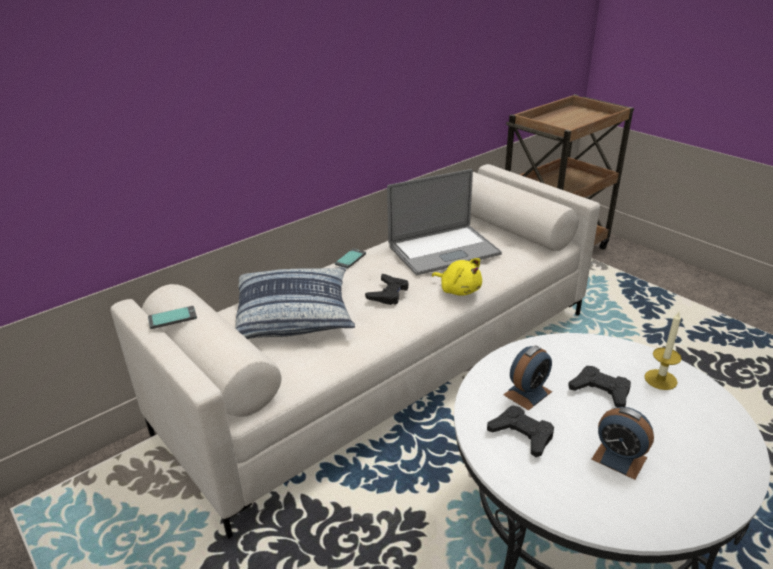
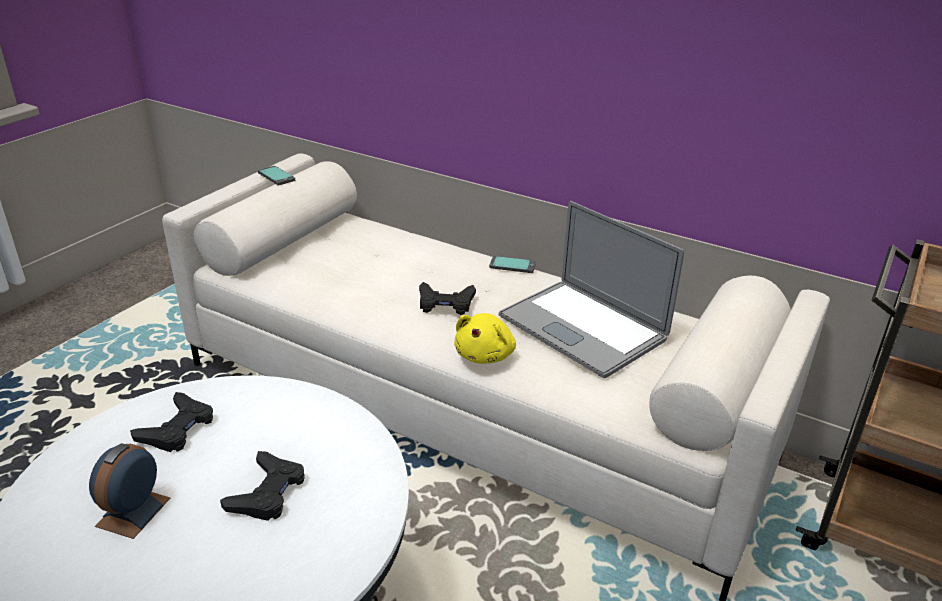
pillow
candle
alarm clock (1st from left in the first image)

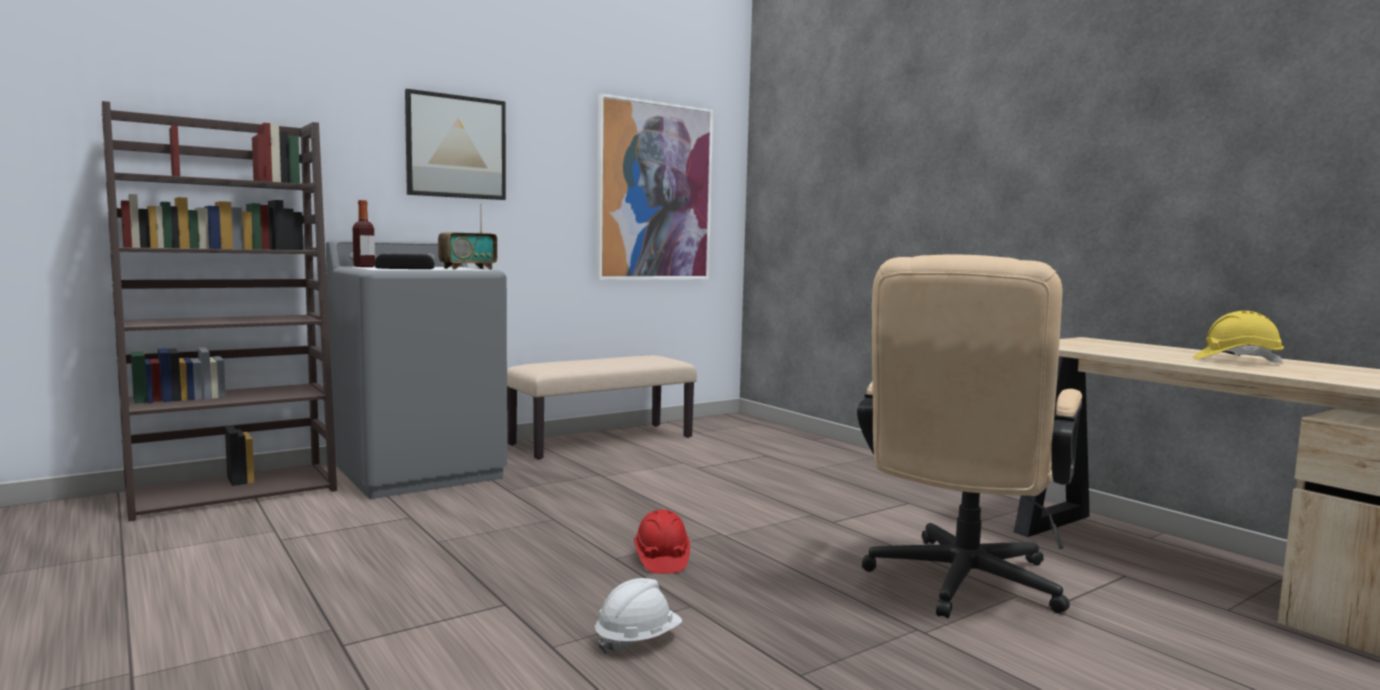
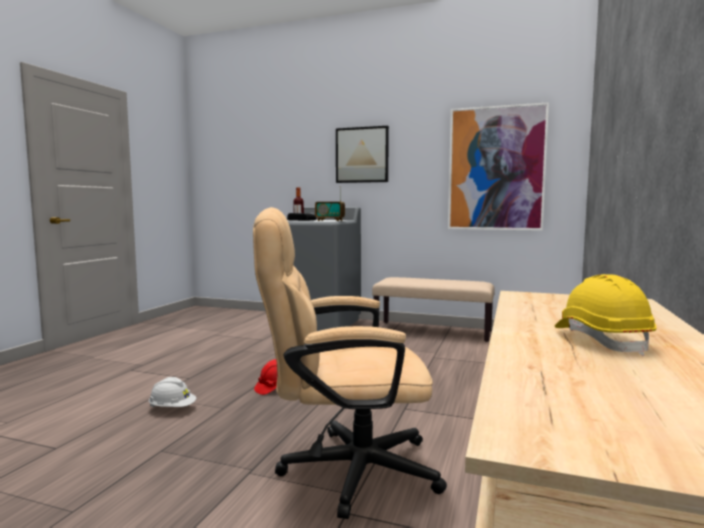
brown bookcase

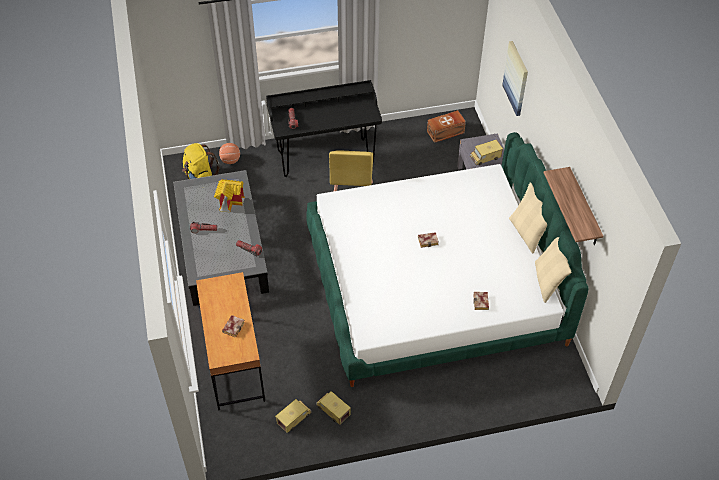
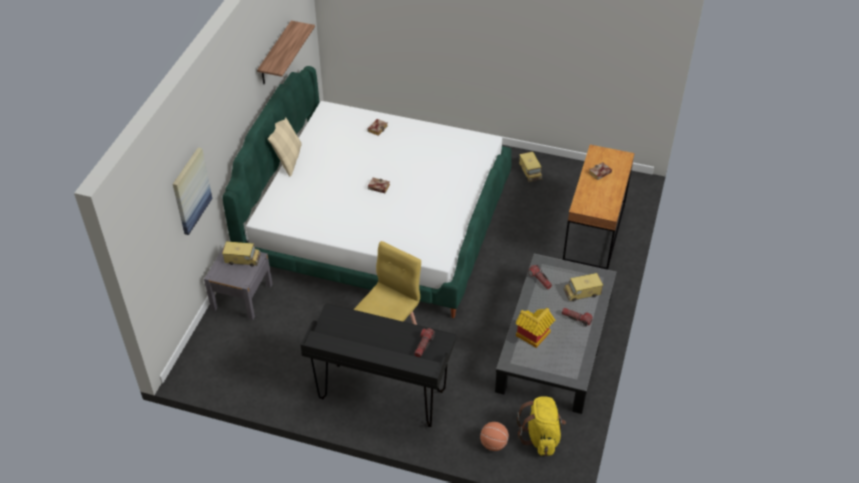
brown storage box
beige pillow (2nd from left in the first image)
toy truck (3rd from left)

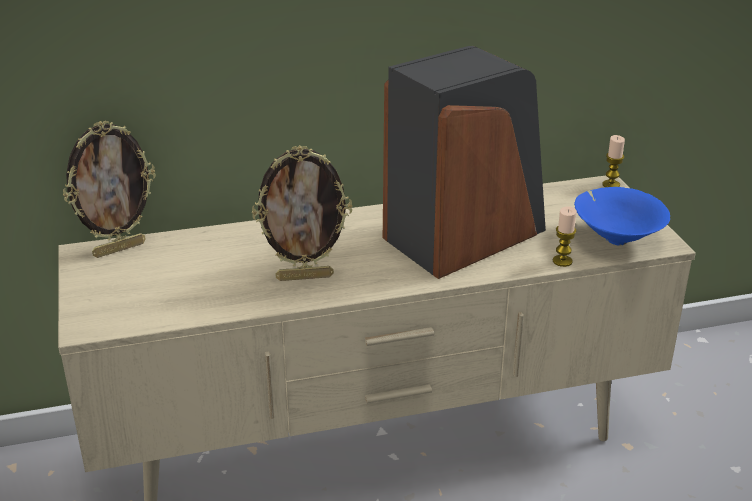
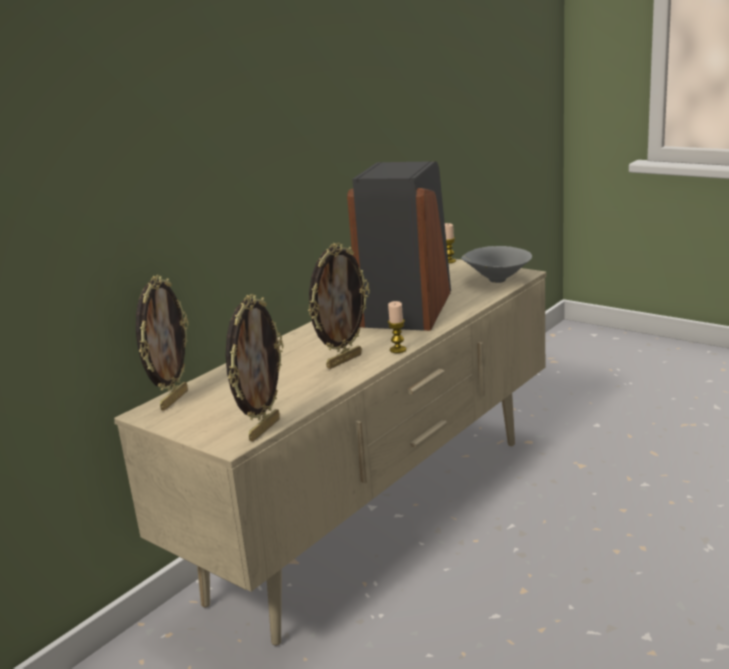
grey bowl
candle (1st from left)
picture frame (2nd from left)

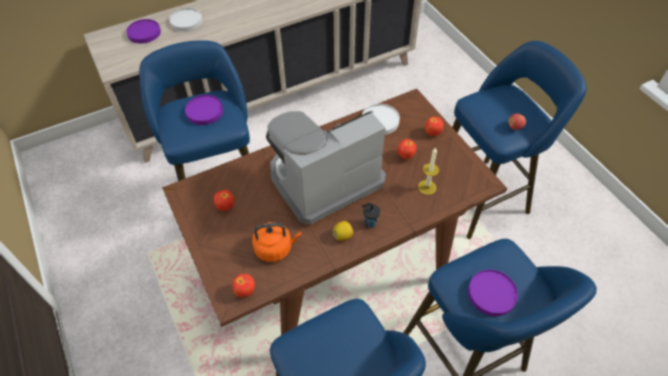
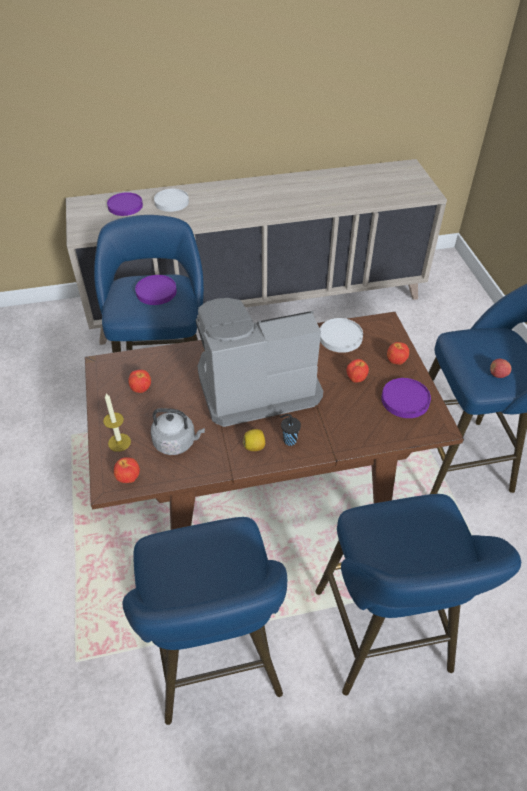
candle
grey kettle
purple plate (3rd from left)

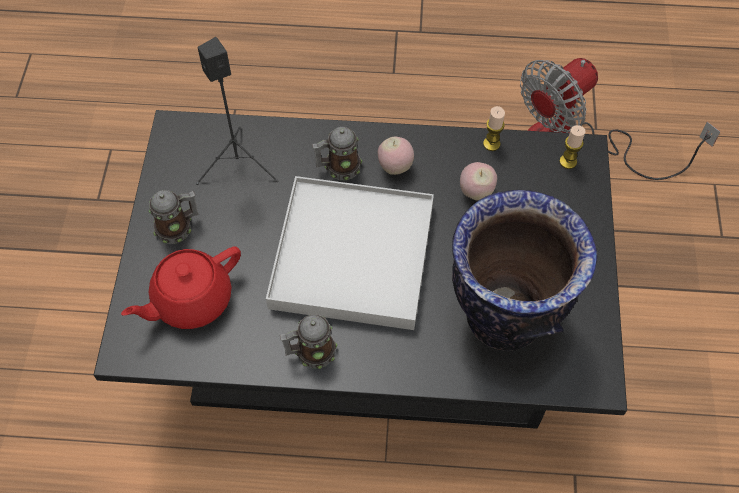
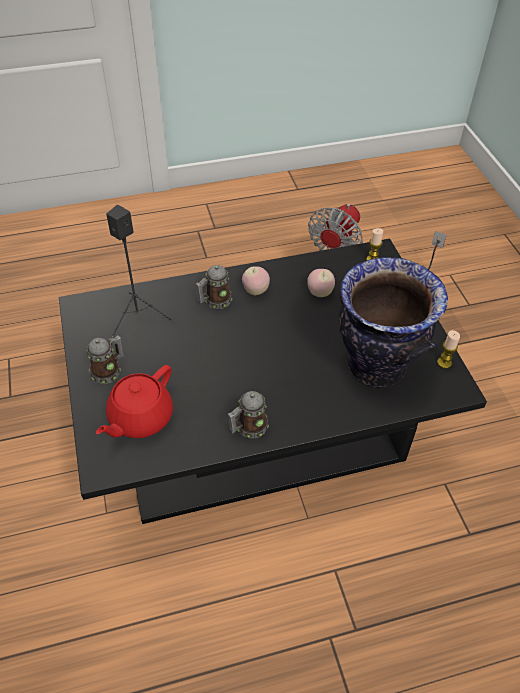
candle (2nd from left)
white tray

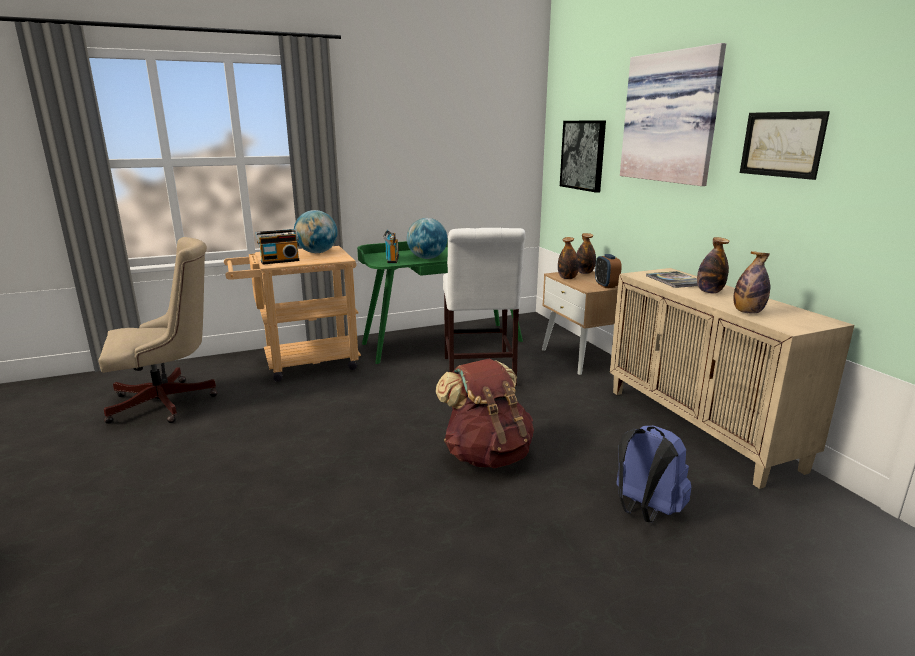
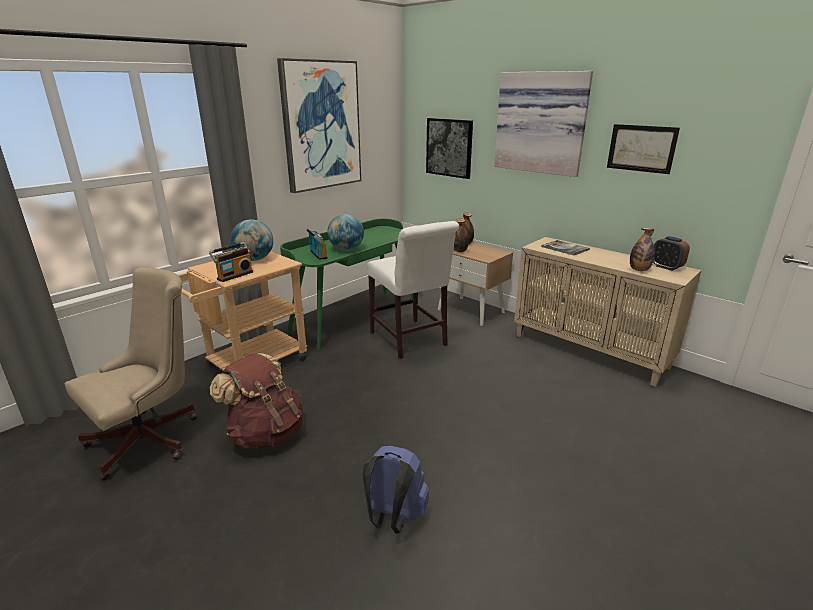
bottle (3rd from left in the first image)
alarm clock
brown backpack
blue backpack
picture (1st from left)

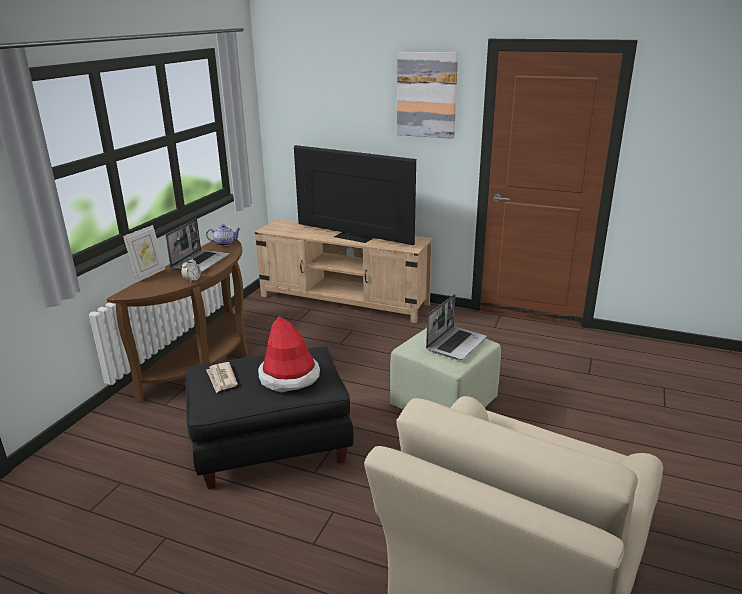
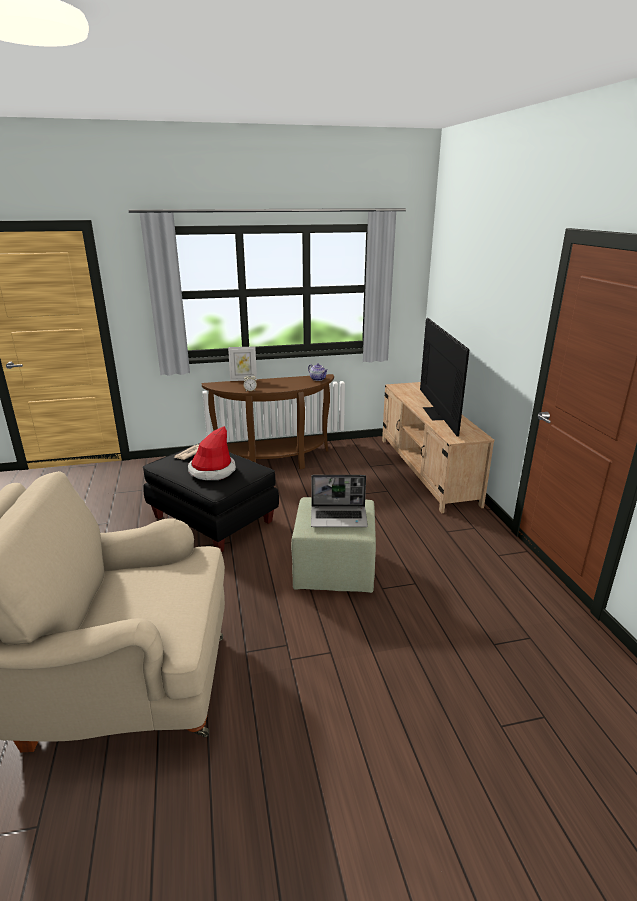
picture
laptop (1st from left in the first image)

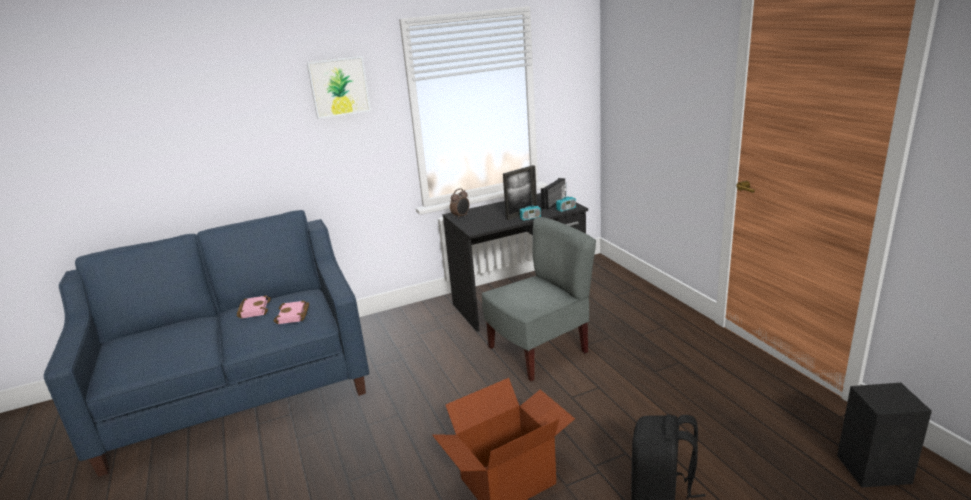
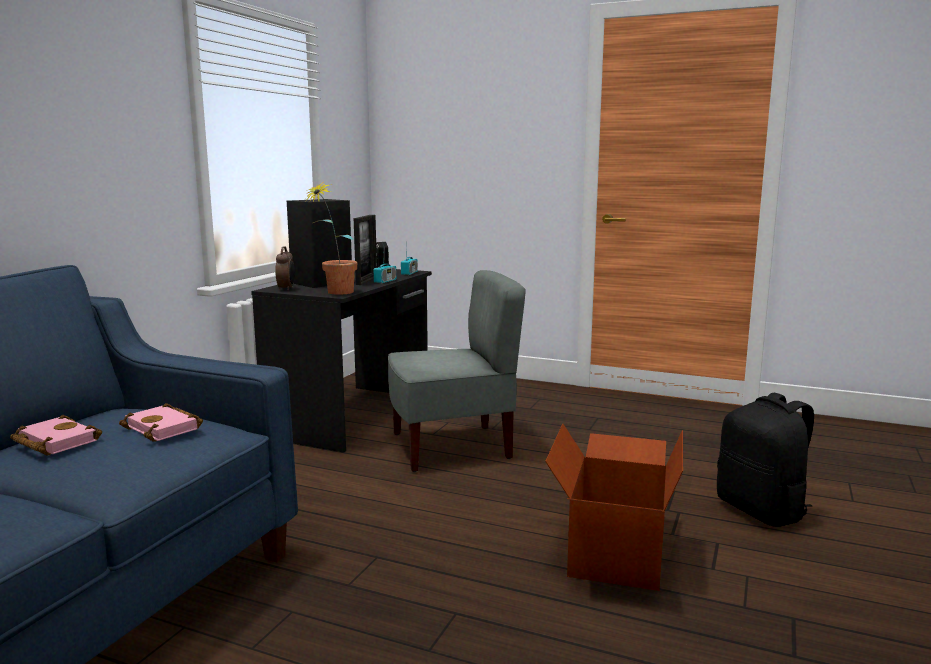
picture
grey chair
black speaker
potted plant

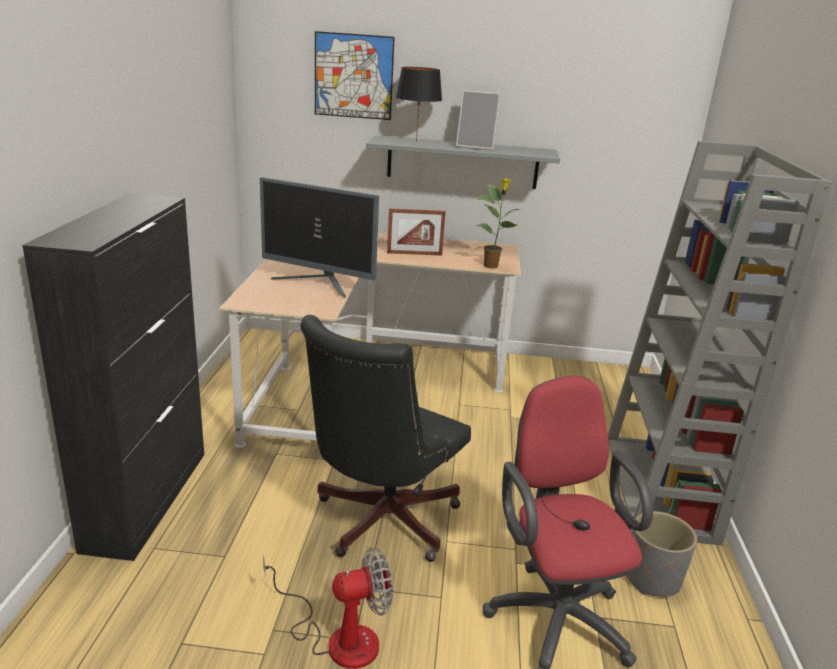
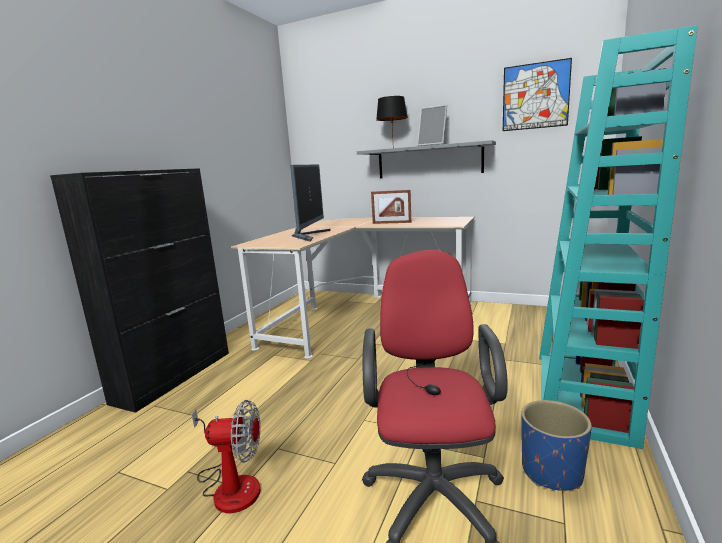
picture
turquoise bookcase
monitor
potted plant
black office chair
blue planter

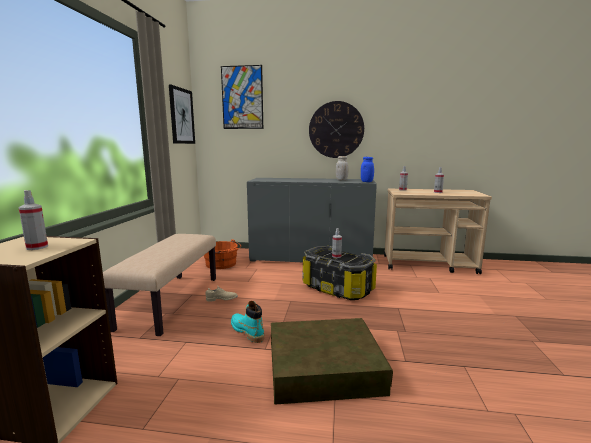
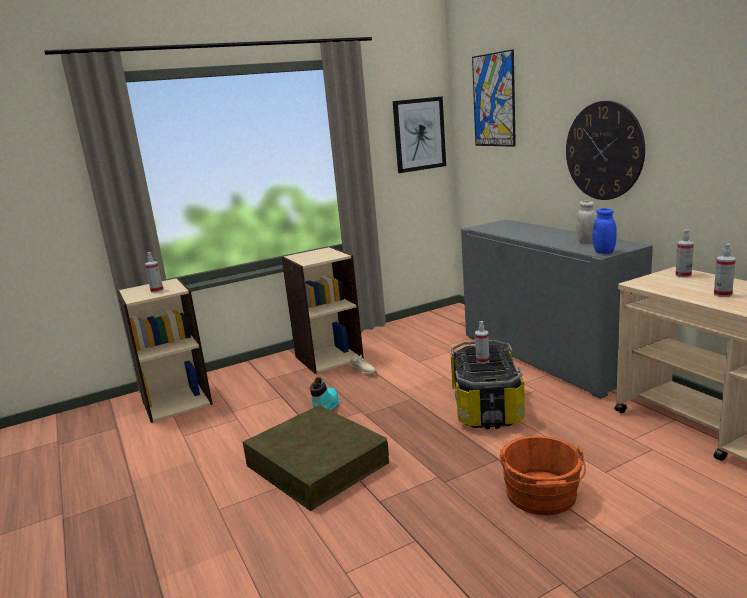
beige bookcase (2nd from left)
orange bucket

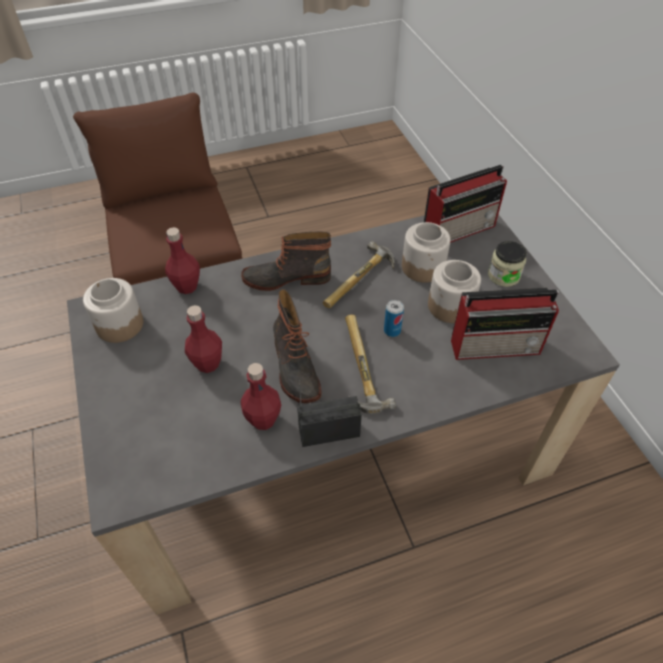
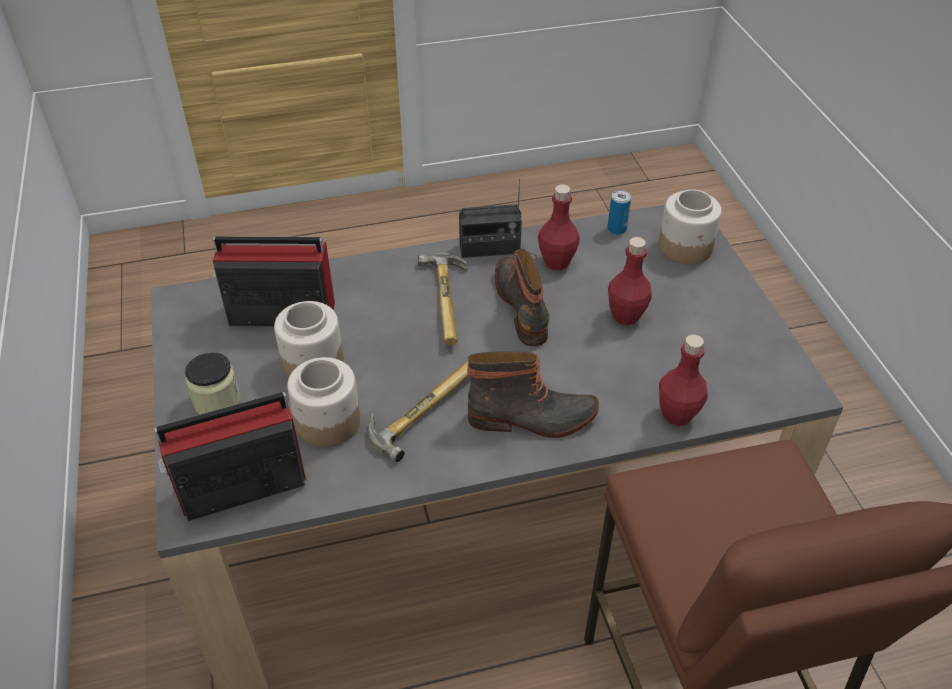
jar (4th from left)
can

